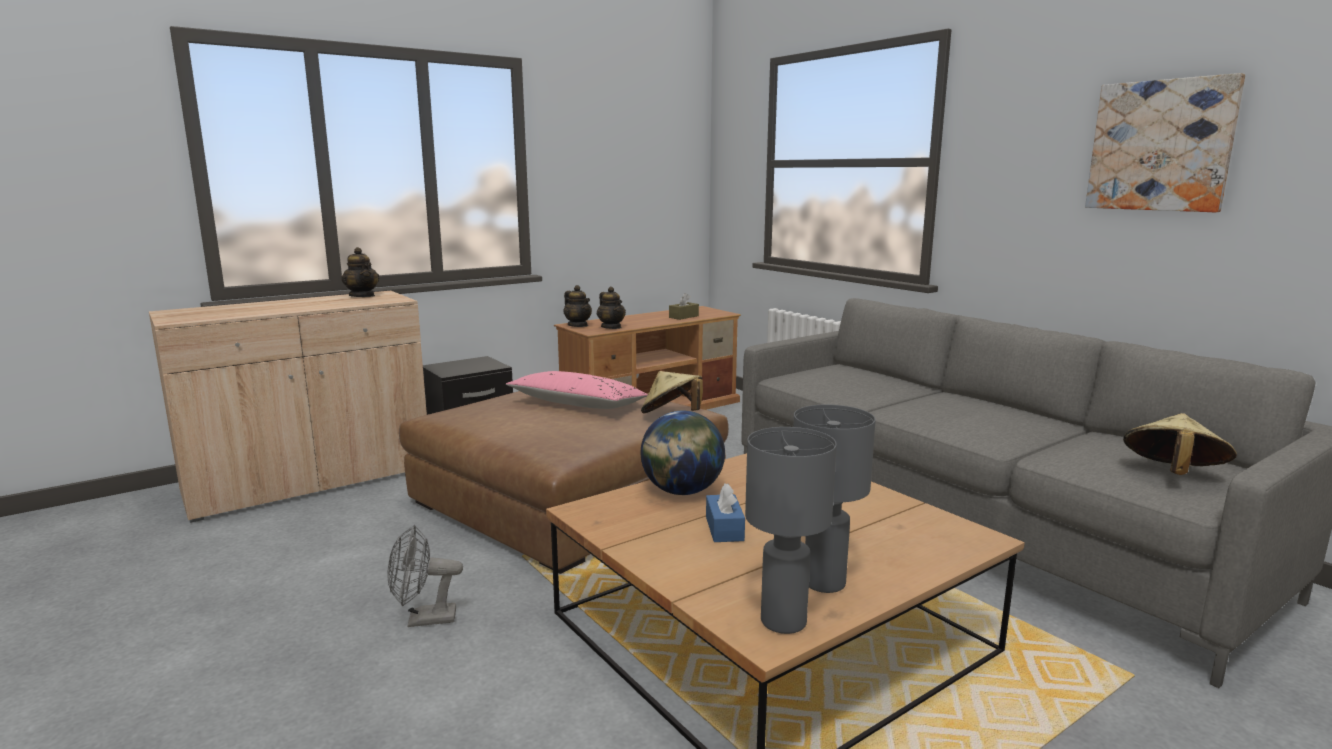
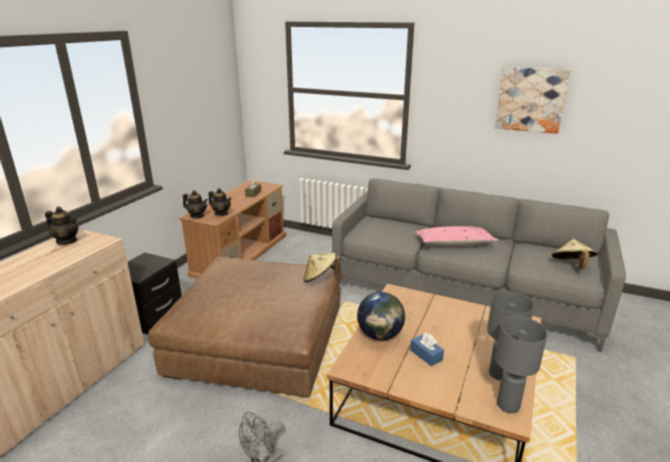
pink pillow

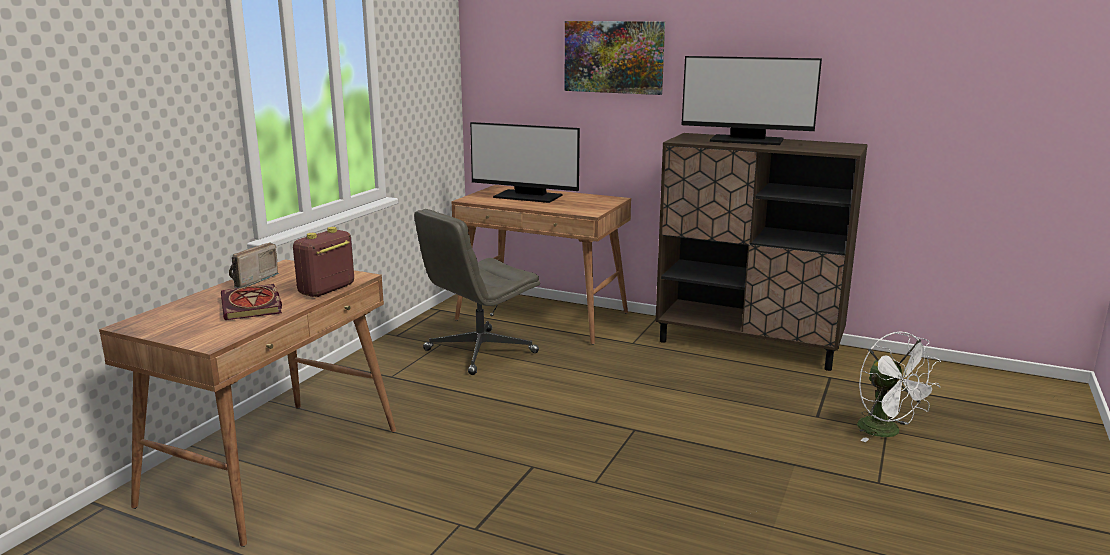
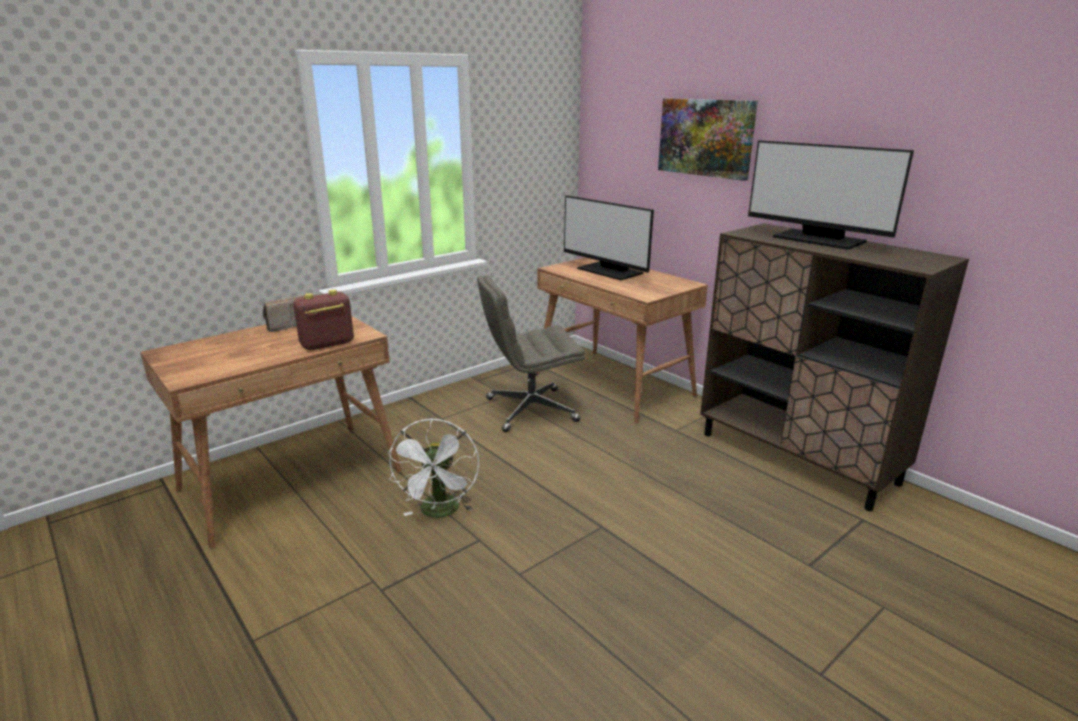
book
white fan

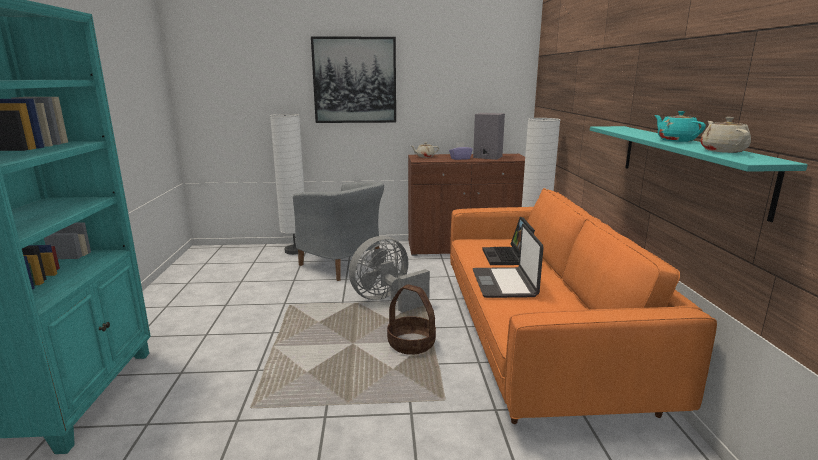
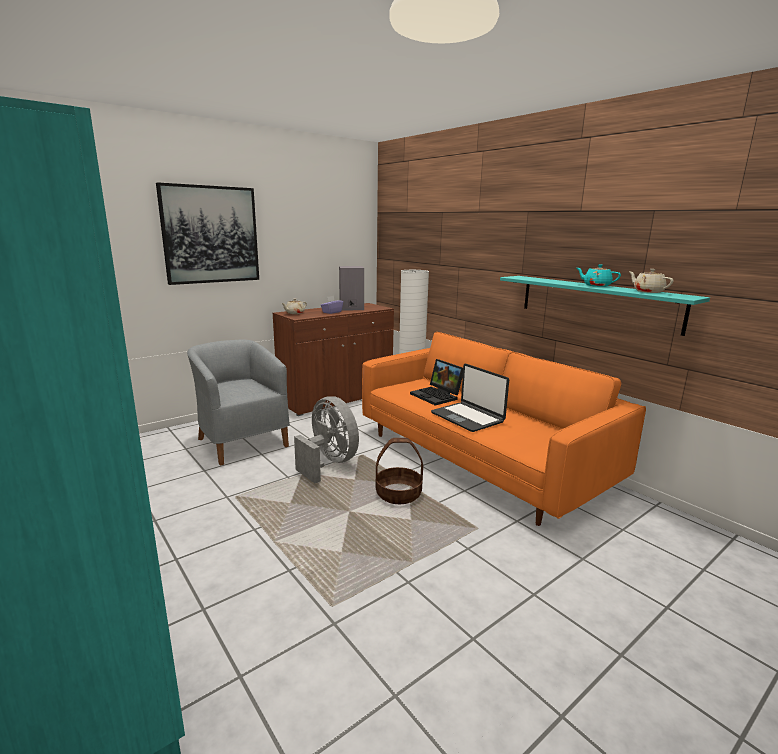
white floor lamp (1st from left in the first image)
grey armchair
grey fan

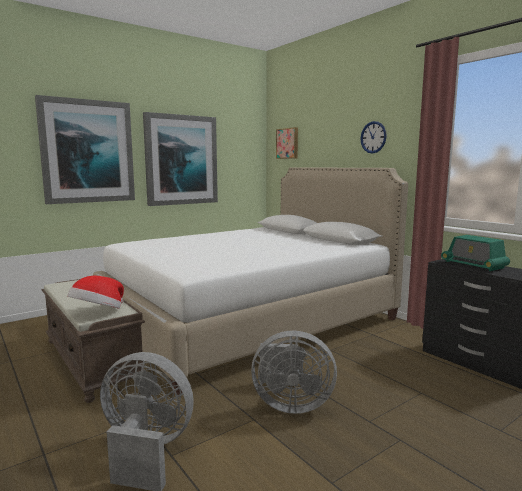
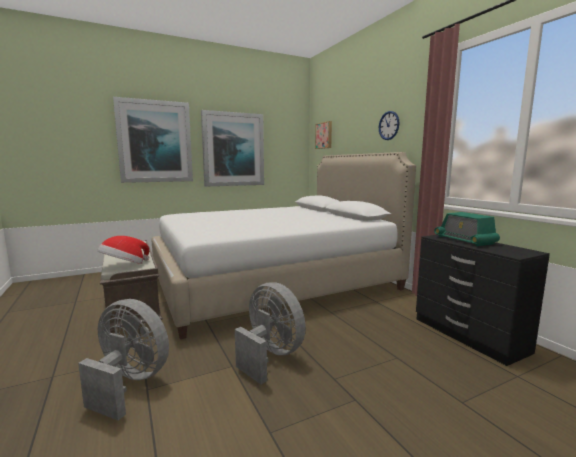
grey fan (2nd from left)

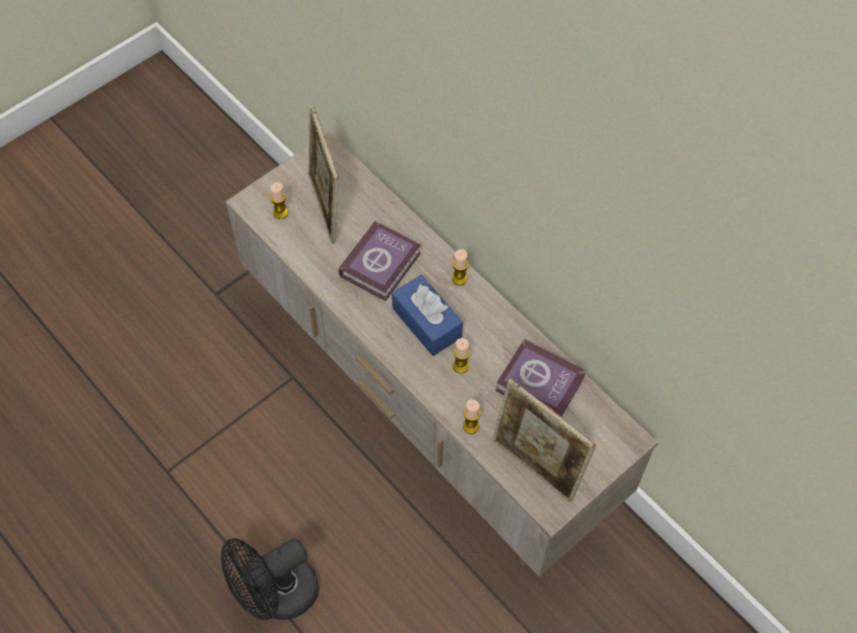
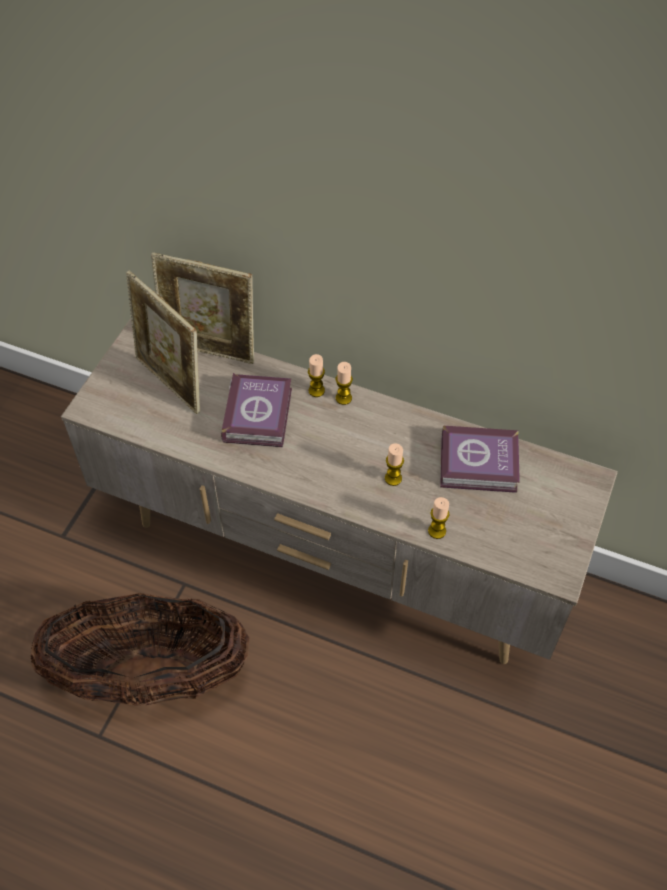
candle (1st from left)
blue tissue box
picture frame (2nd from left)
black fan
basket

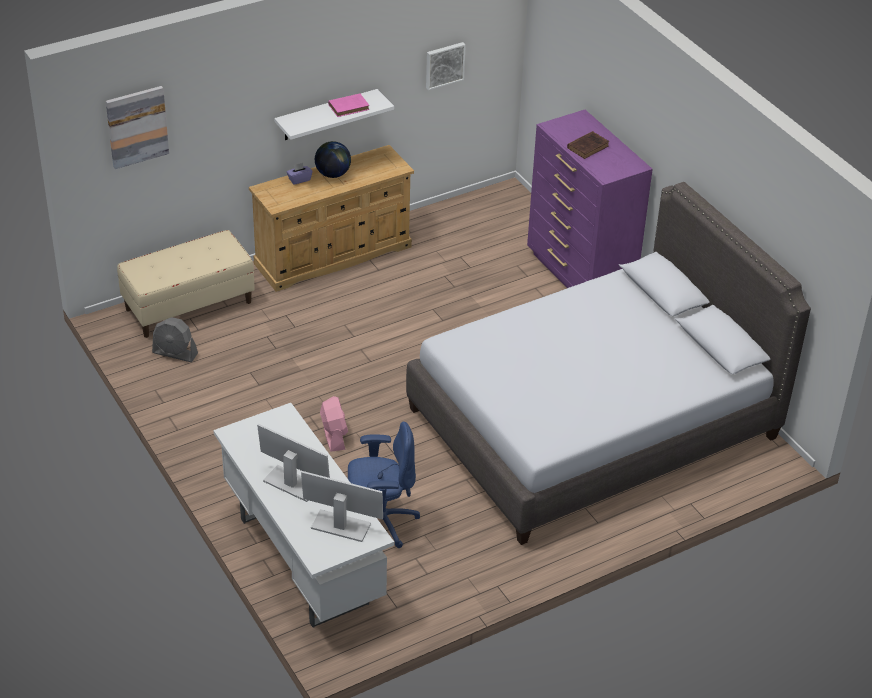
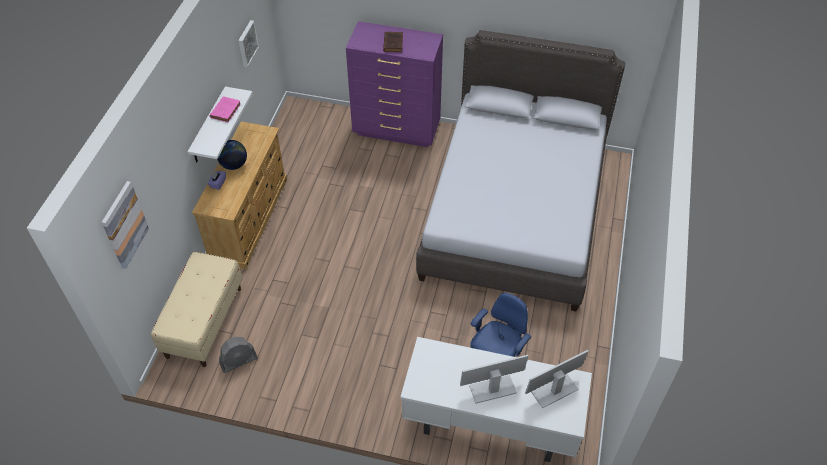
pink fan

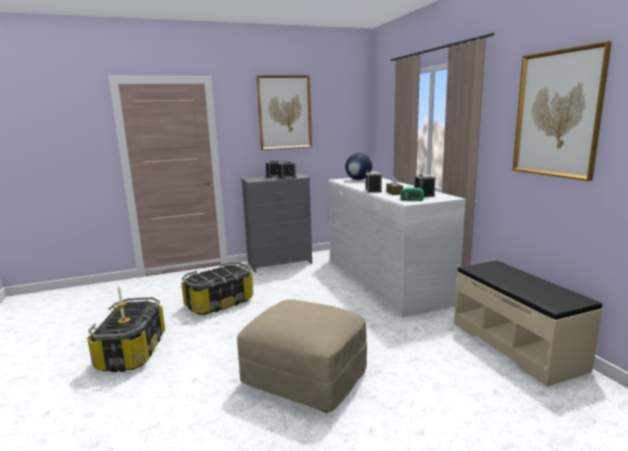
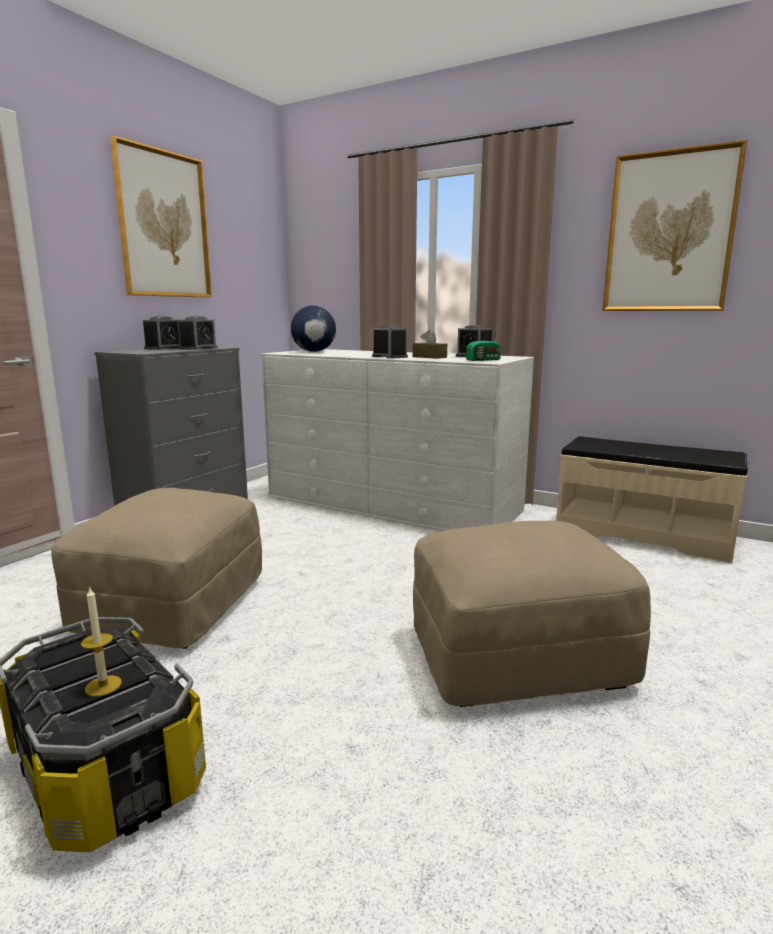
beige ottoman (1st from left)

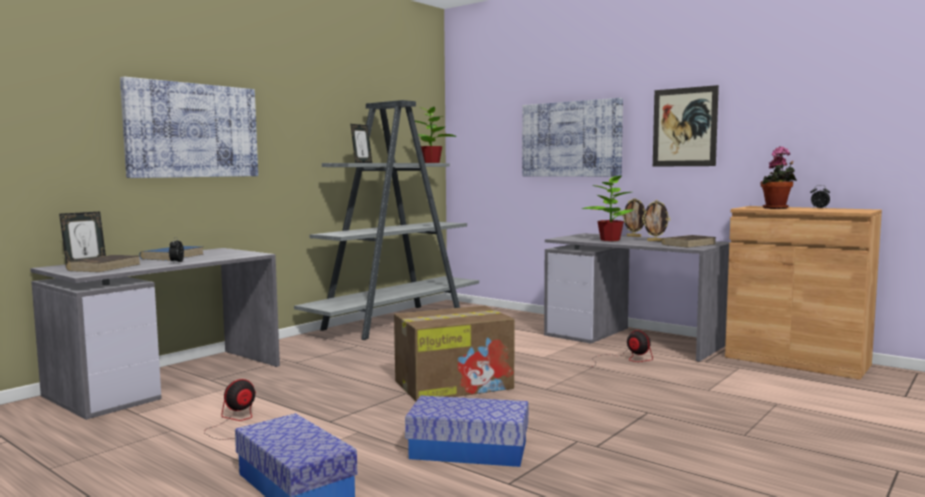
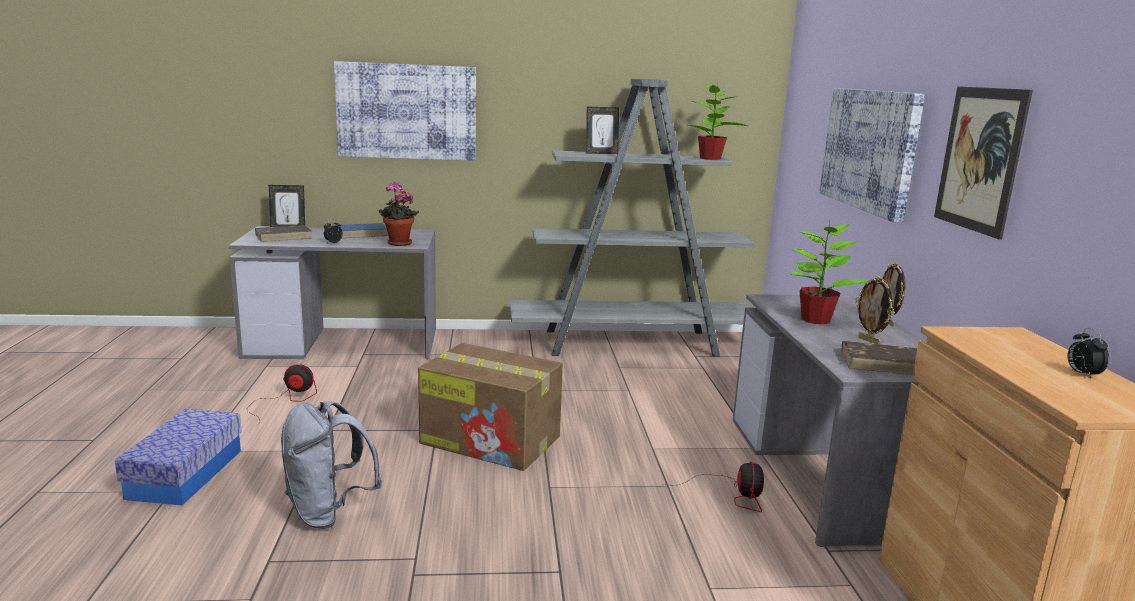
potted plant (1st from left)
grey backpack

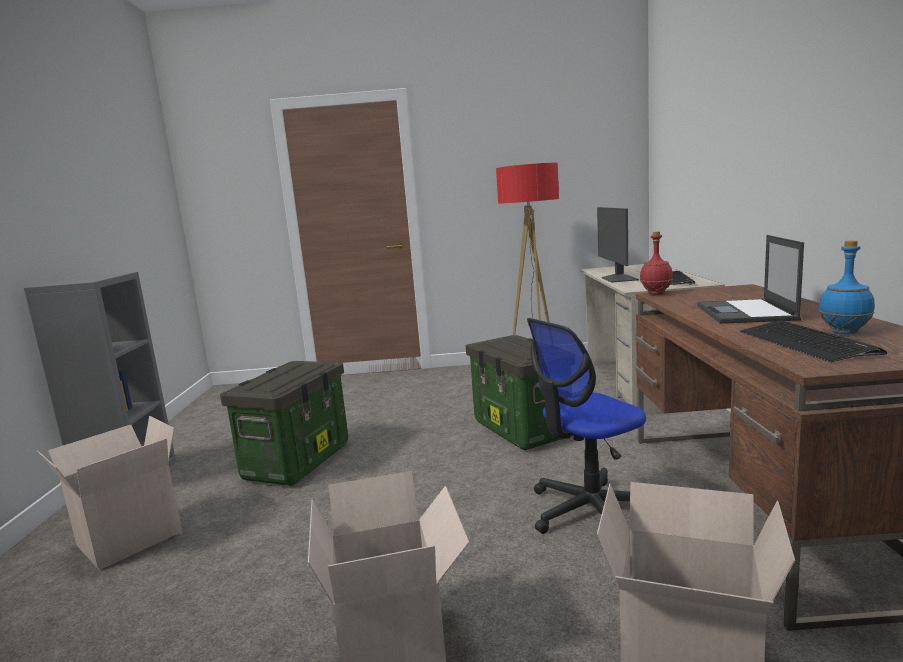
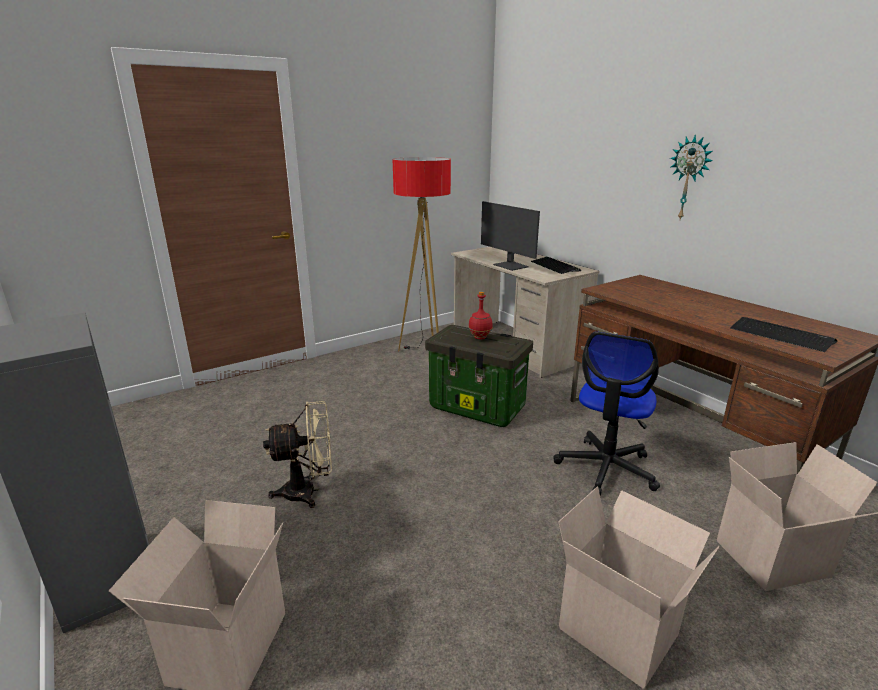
red bottle
laptop
blue bottle
beige fan
wall clock

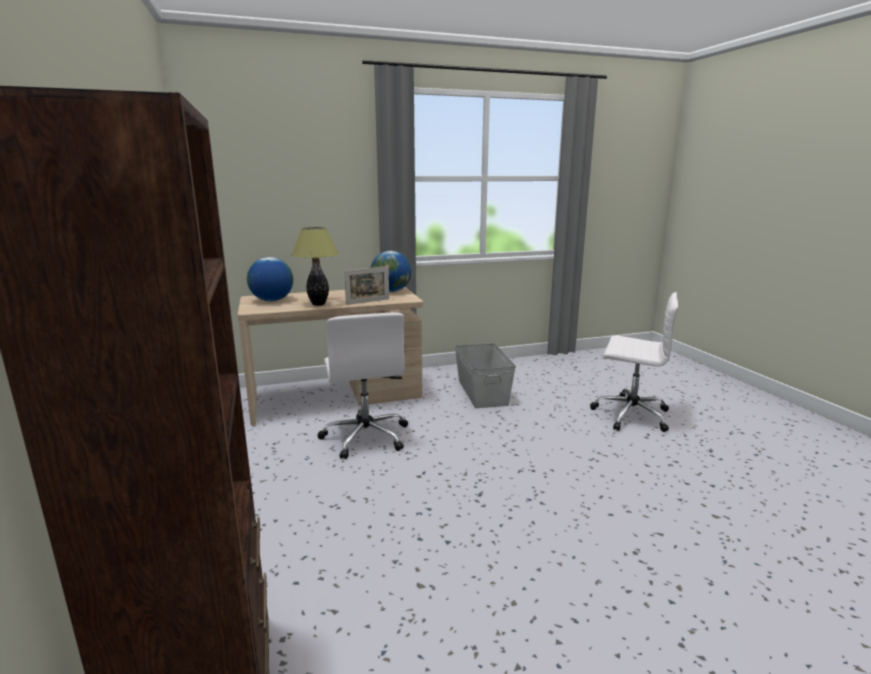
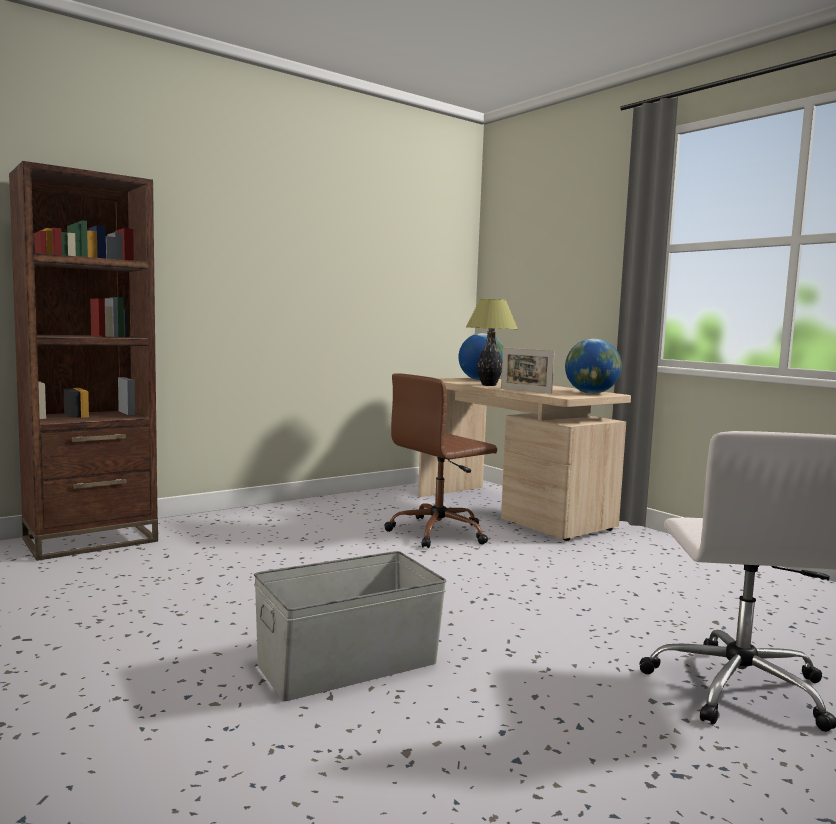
brown office chair
grey storage box

